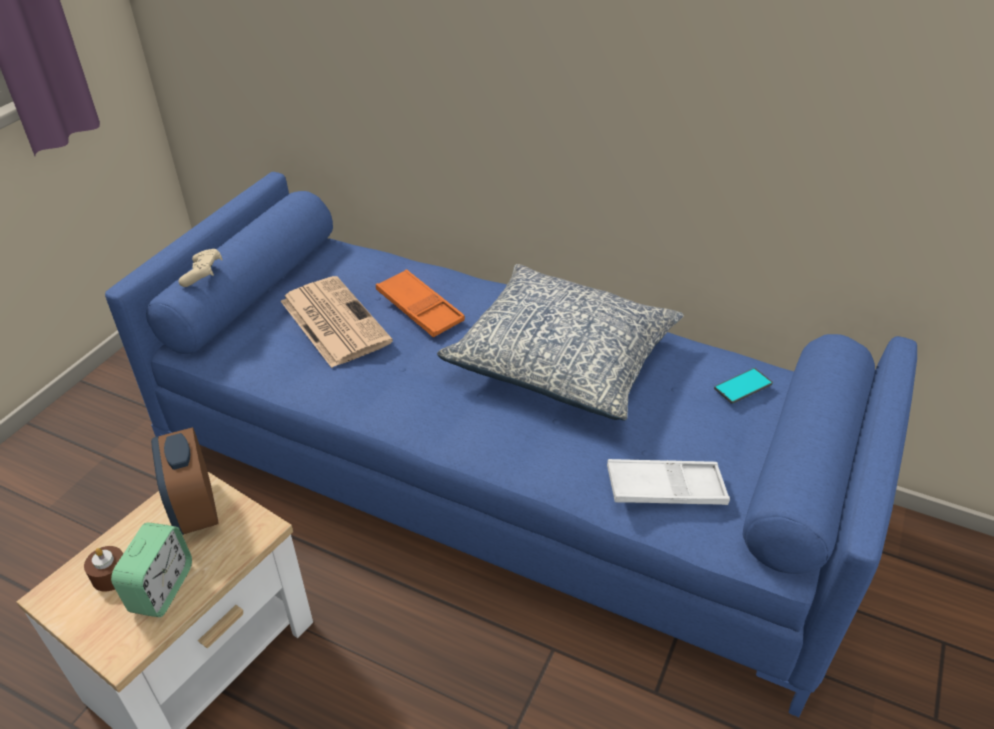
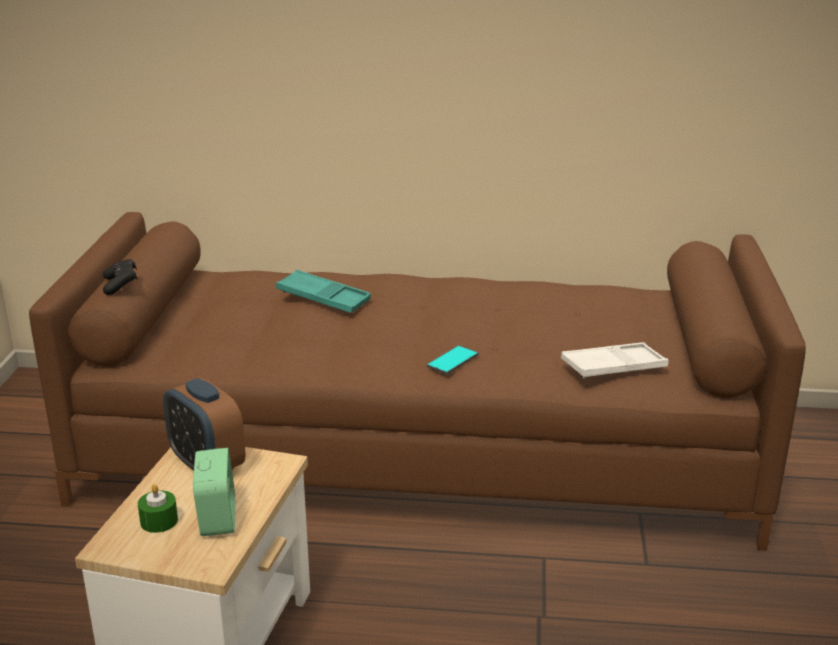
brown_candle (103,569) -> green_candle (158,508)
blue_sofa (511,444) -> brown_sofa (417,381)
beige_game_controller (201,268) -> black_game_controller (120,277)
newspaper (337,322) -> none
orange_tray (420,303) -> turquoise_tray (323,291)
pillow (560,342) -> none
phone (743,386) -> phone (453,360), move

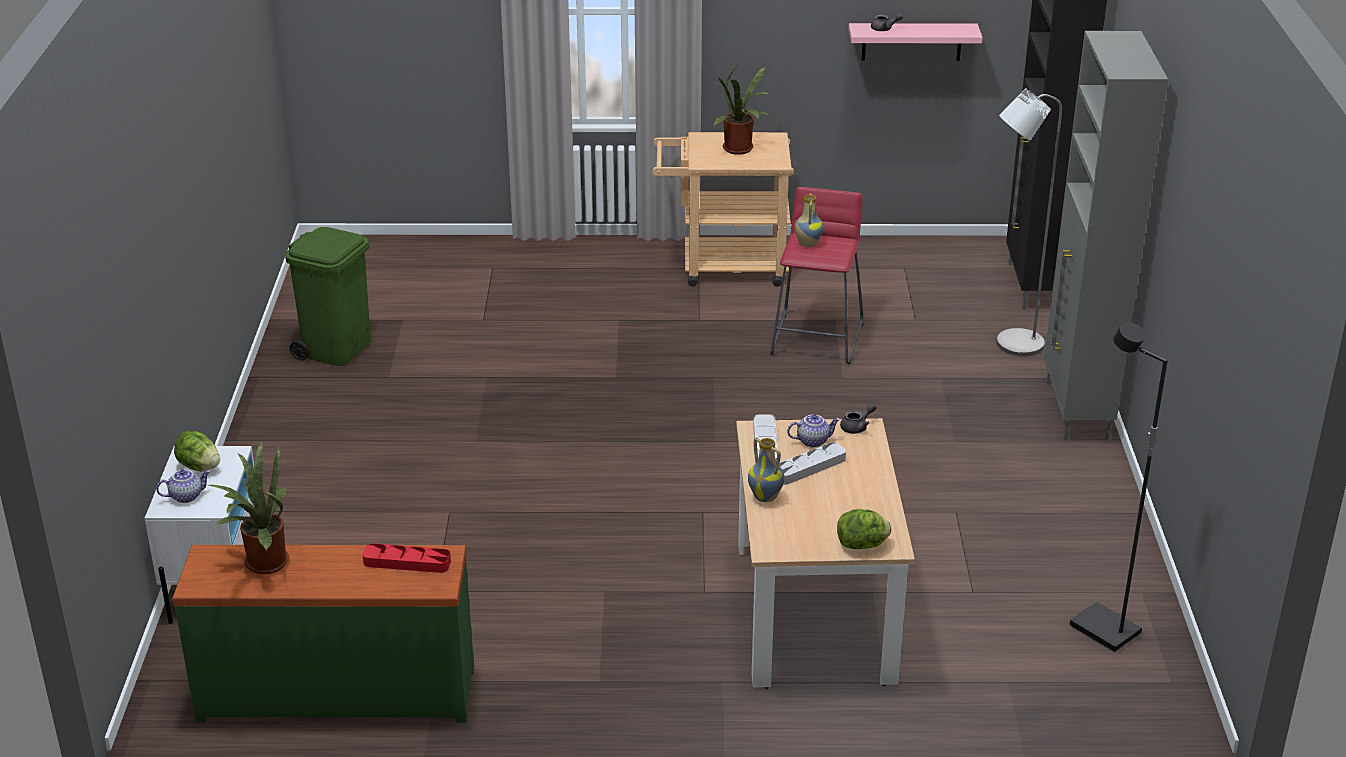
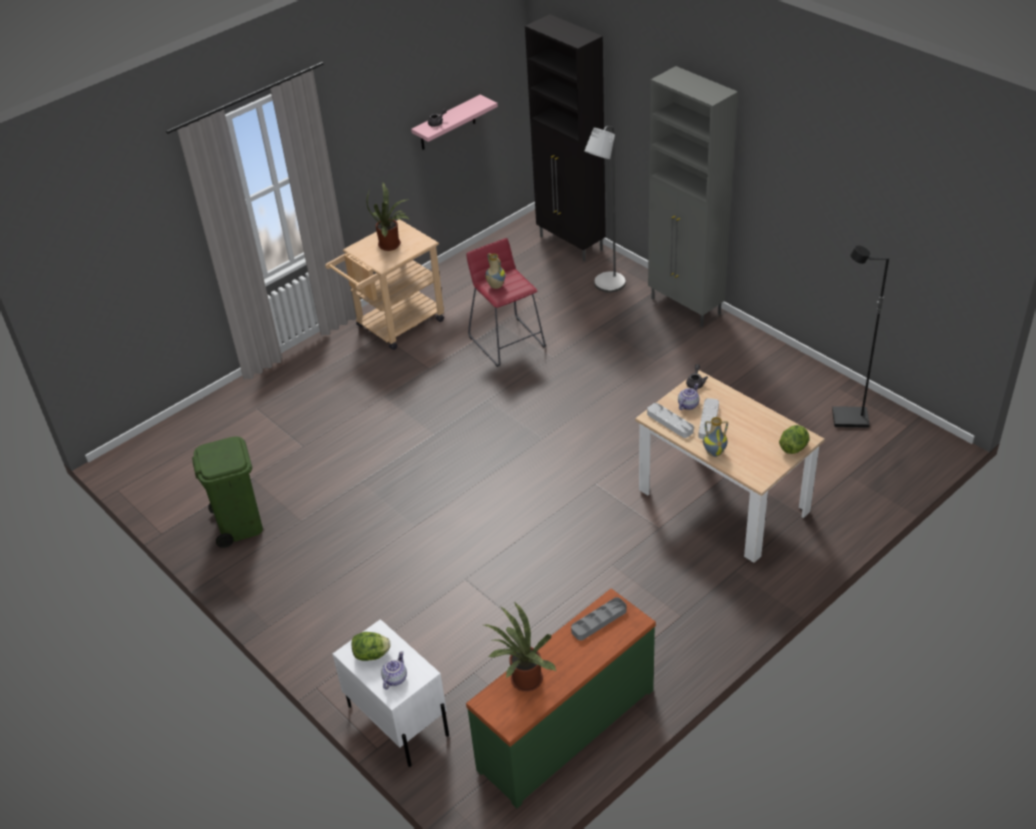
red_tray (406,558) -> grey_tray (598,618)

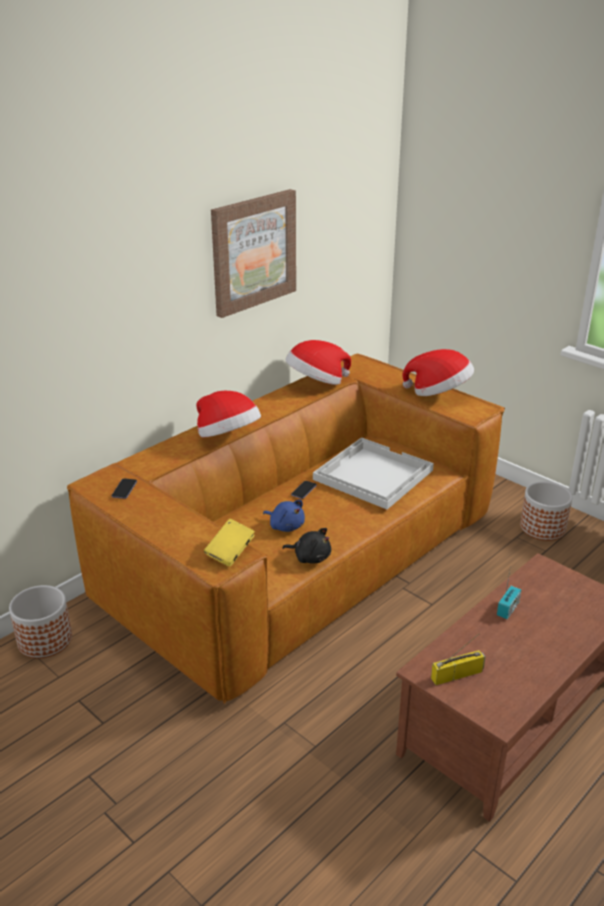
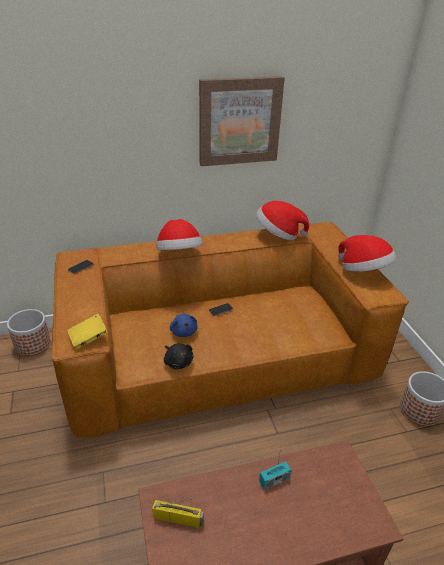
white_tray (373,473) -> none

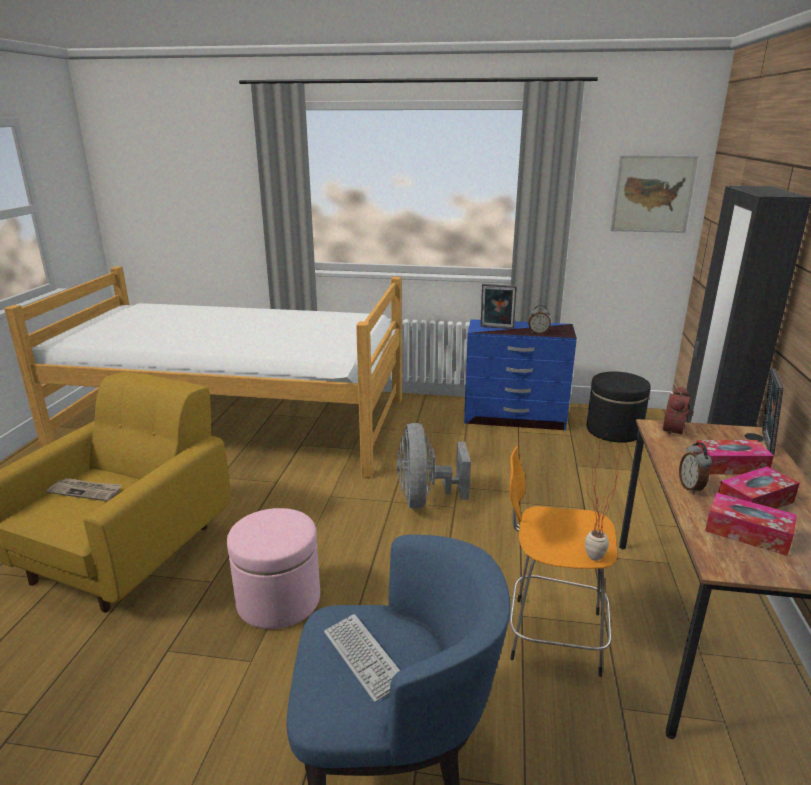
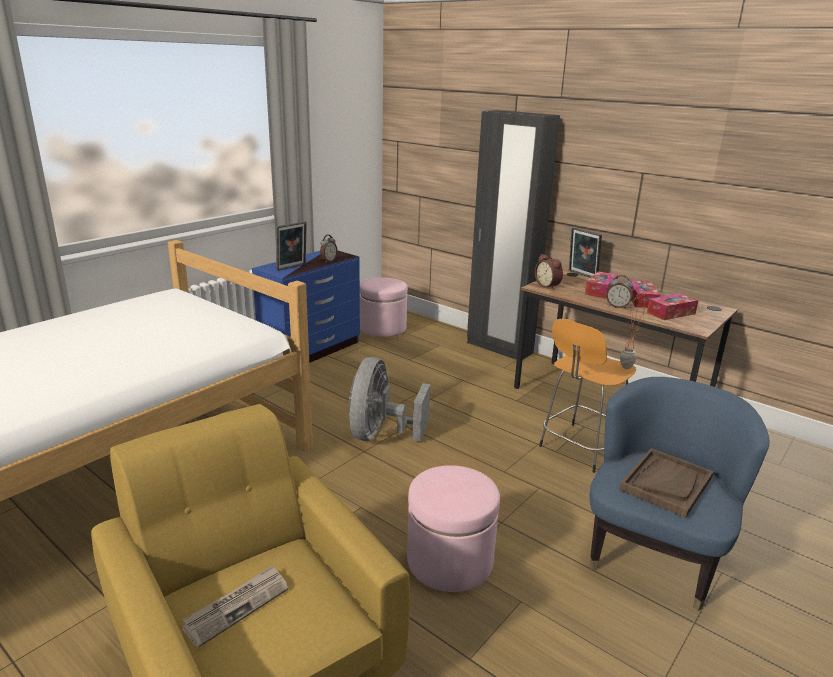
keyboard (362,658) -> brown_tray (666,483)
grey_fan (434,466) -> grey_fan (389,399), 75 degrees clockwise
black_ottoman (619,407) -> pink_ottoman (384,307)
picture (654,194) -> none

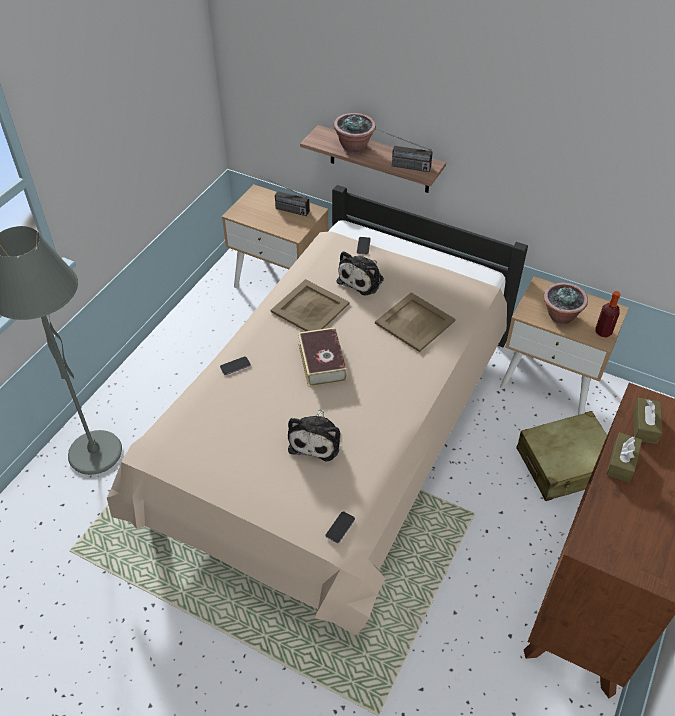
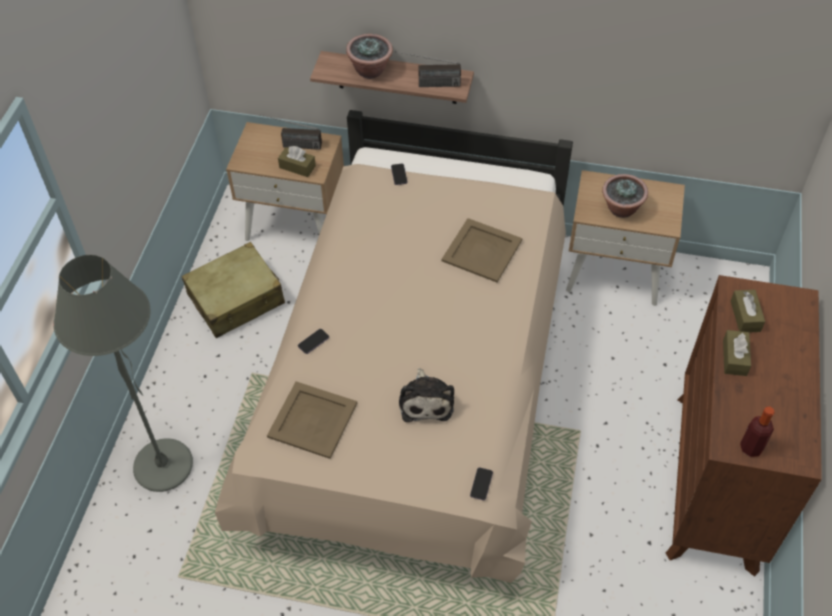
beige_tray (310,305) -> beige_tray (312,420), move
book (323,357) -> none
plush_toy (360,273) -> none
beige_suitcase (561,456) -> beige_suitcase (233,290), move
bottle (608,314) -> bottle (757,432), move
none -> brown_tissue_box (297,161)

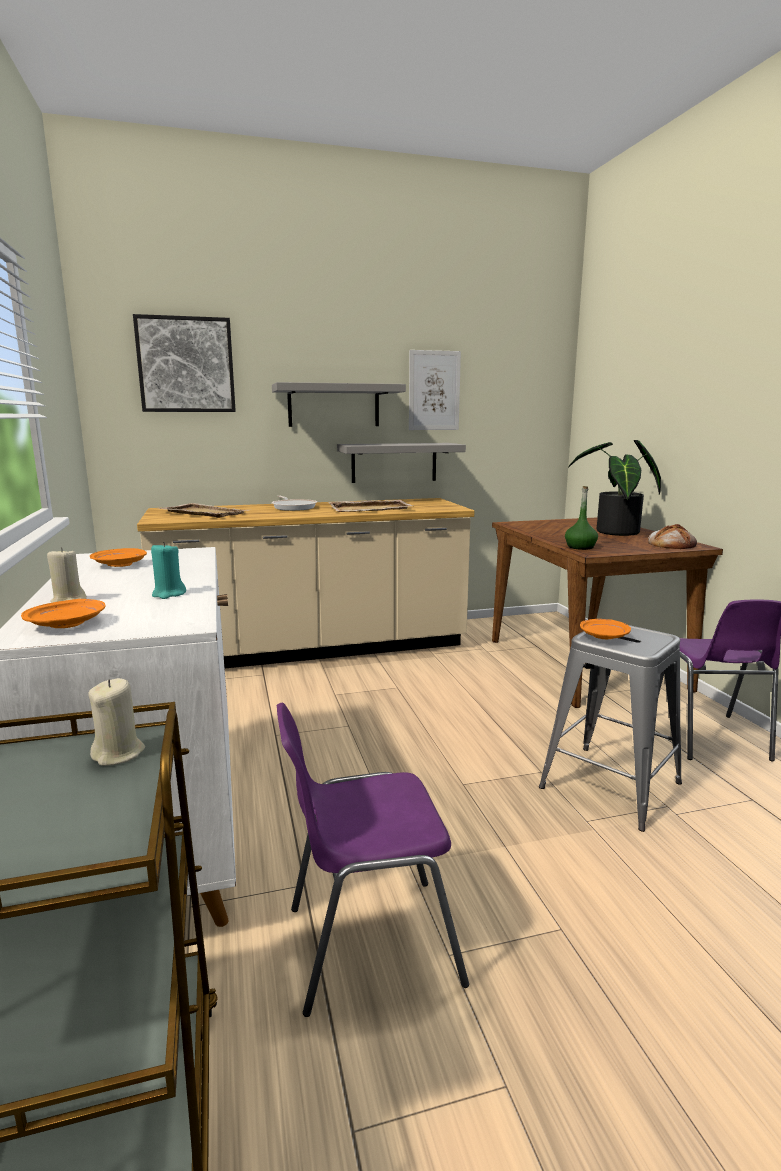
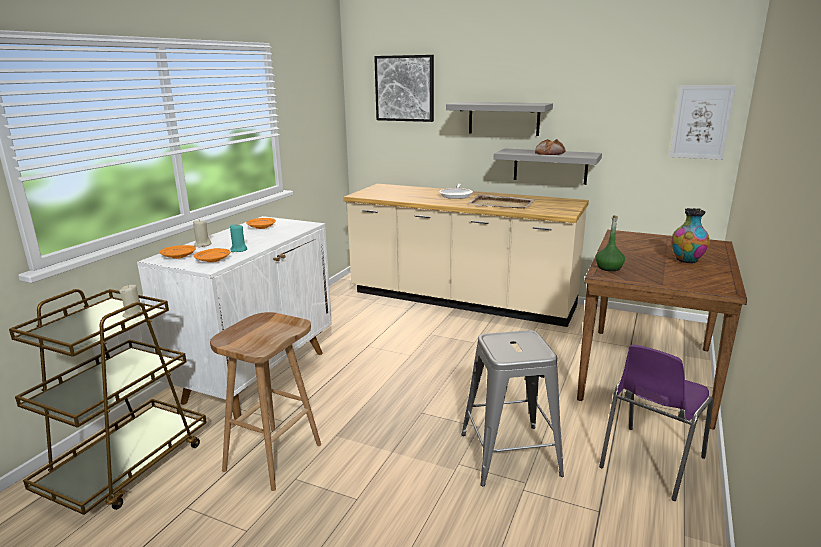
beige_tray (203,510) -> none
purple_chair (373,860) -> brown_stool (265,401)
picture (435,390) -> picture (703,122), move
potted_plant (614,488) -> vase (690,236)
orange_plate (605,629) -> orange_plate (212,255), move
bread (672,536) -> bread (550,147), move

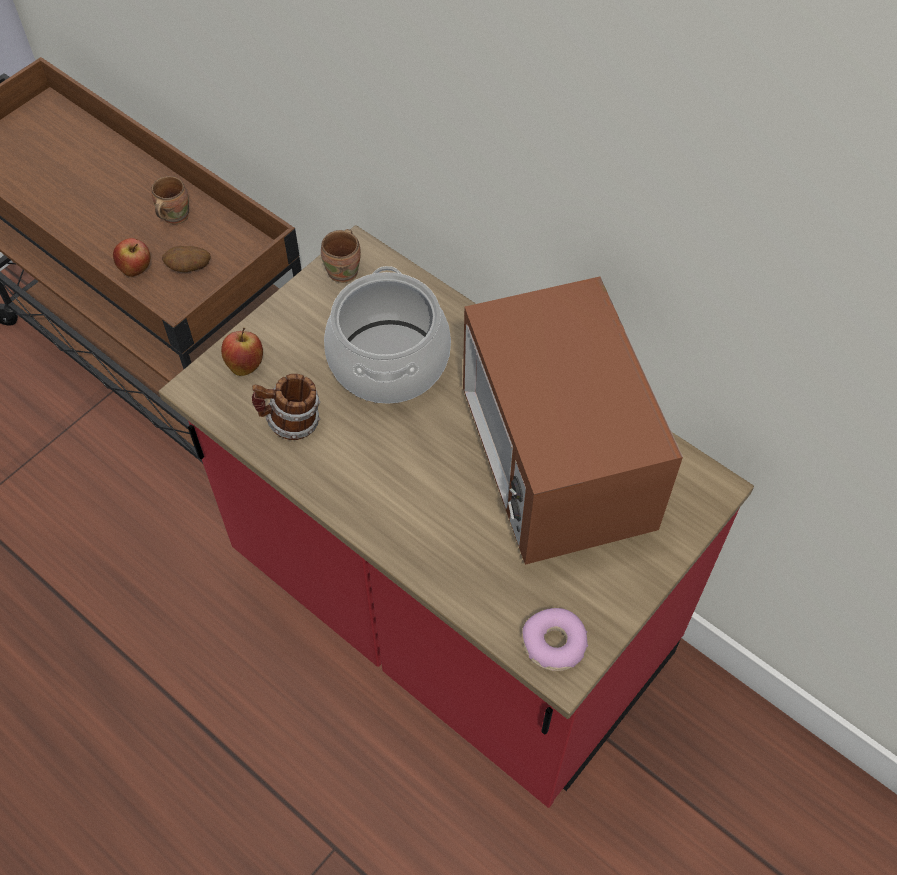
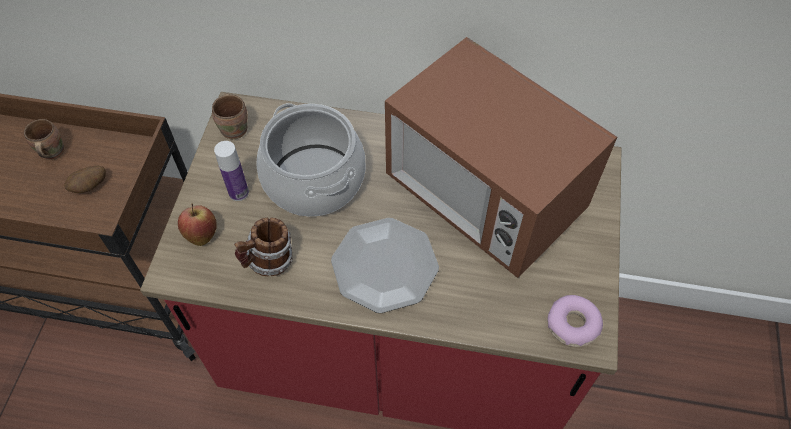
apple (131,257) -> none
none -> bottle (231,171)
none -> plate (385,265)

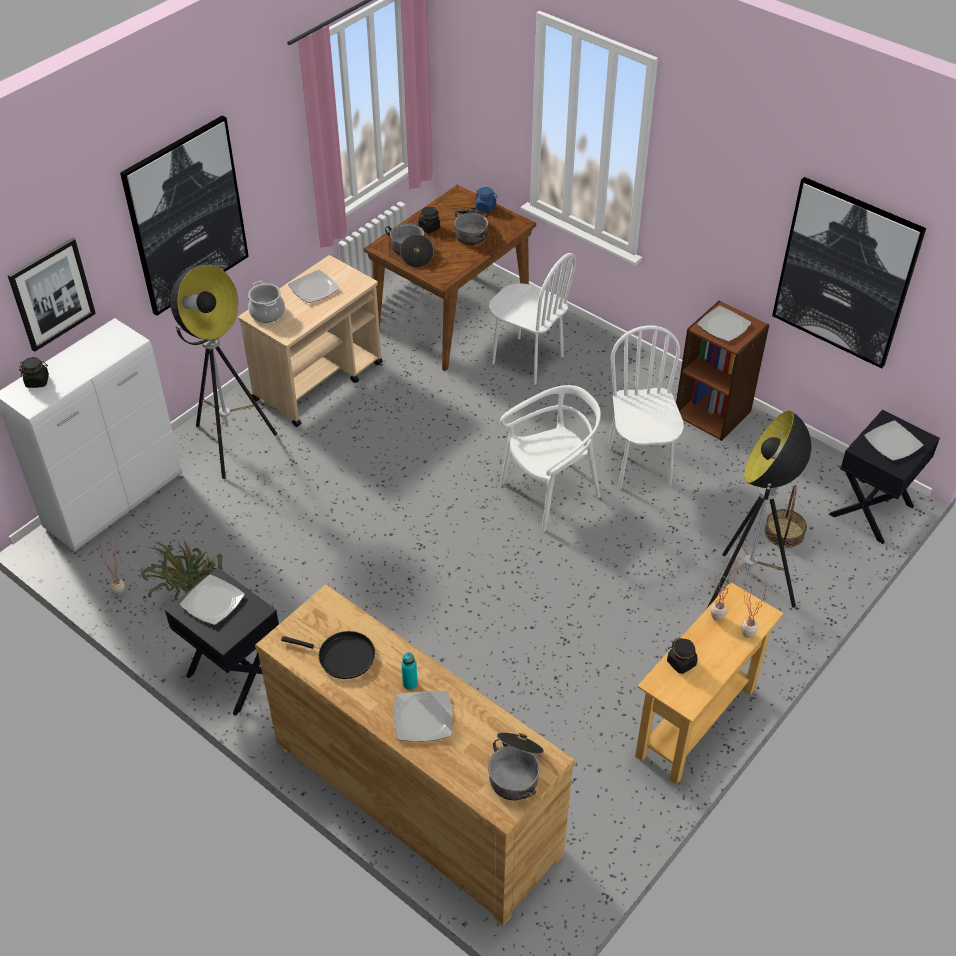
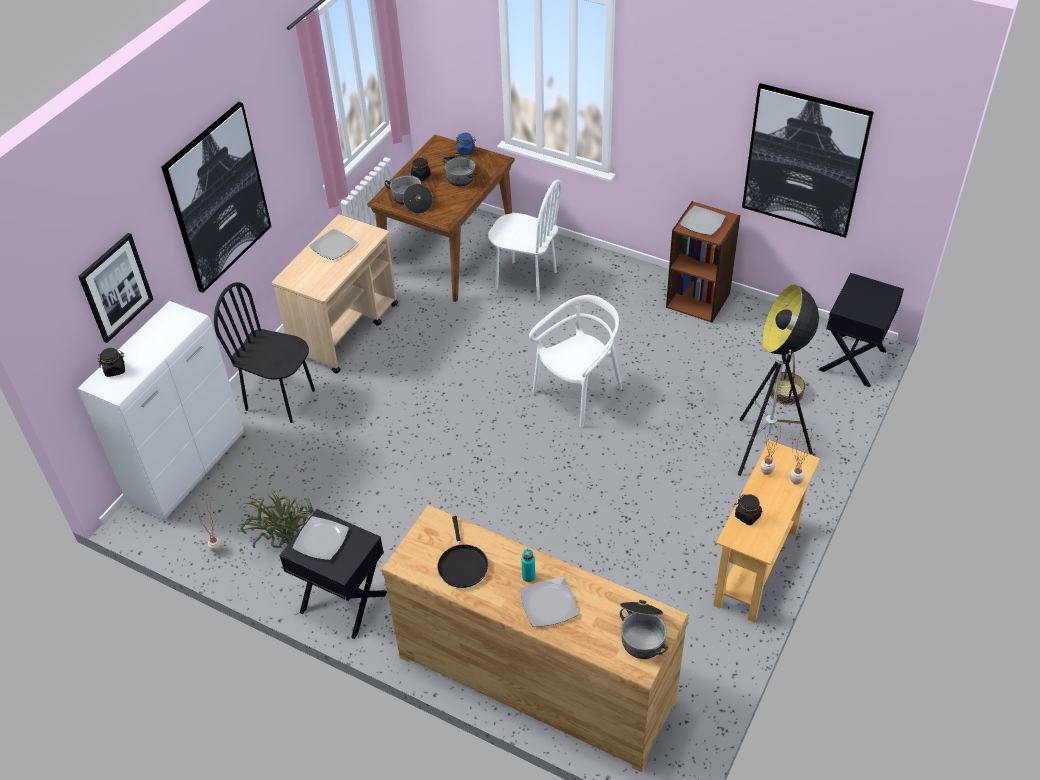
floor_lamp (223,371) -> black_chair (264,352)
cooking_pot (266,302) -> none
black_frying_pan (328,655) -> black_frying_pan (462,552), 75 degrees clockwise
white_chair (646,407) -> none
plate (893,440) -> none

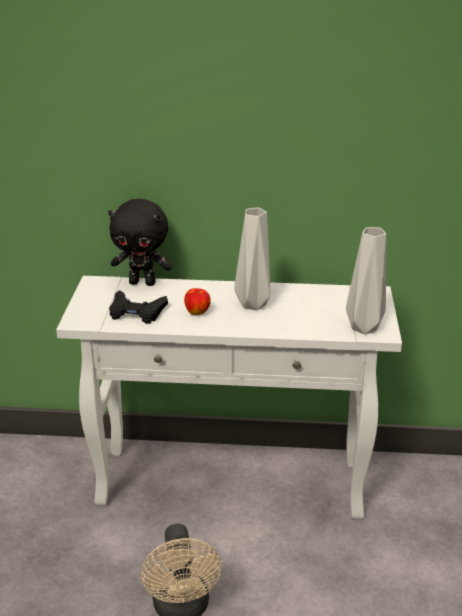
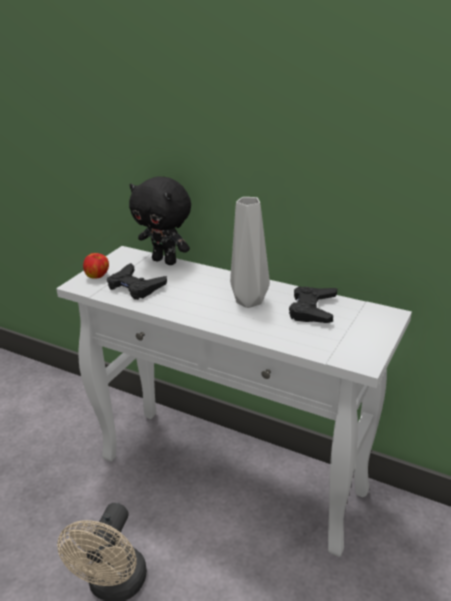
apple (197,301) -> apple (96,265), move
grey_vase (366,280) -> none
none -> black_game_controller (313,304)

